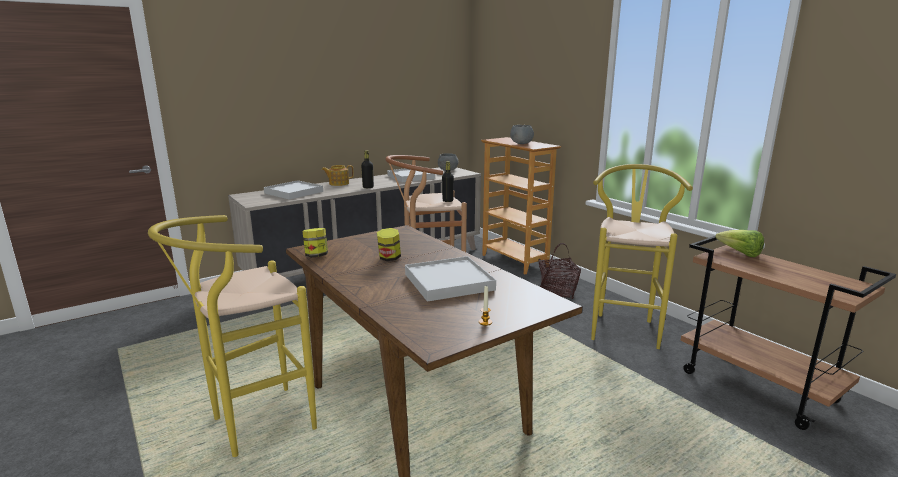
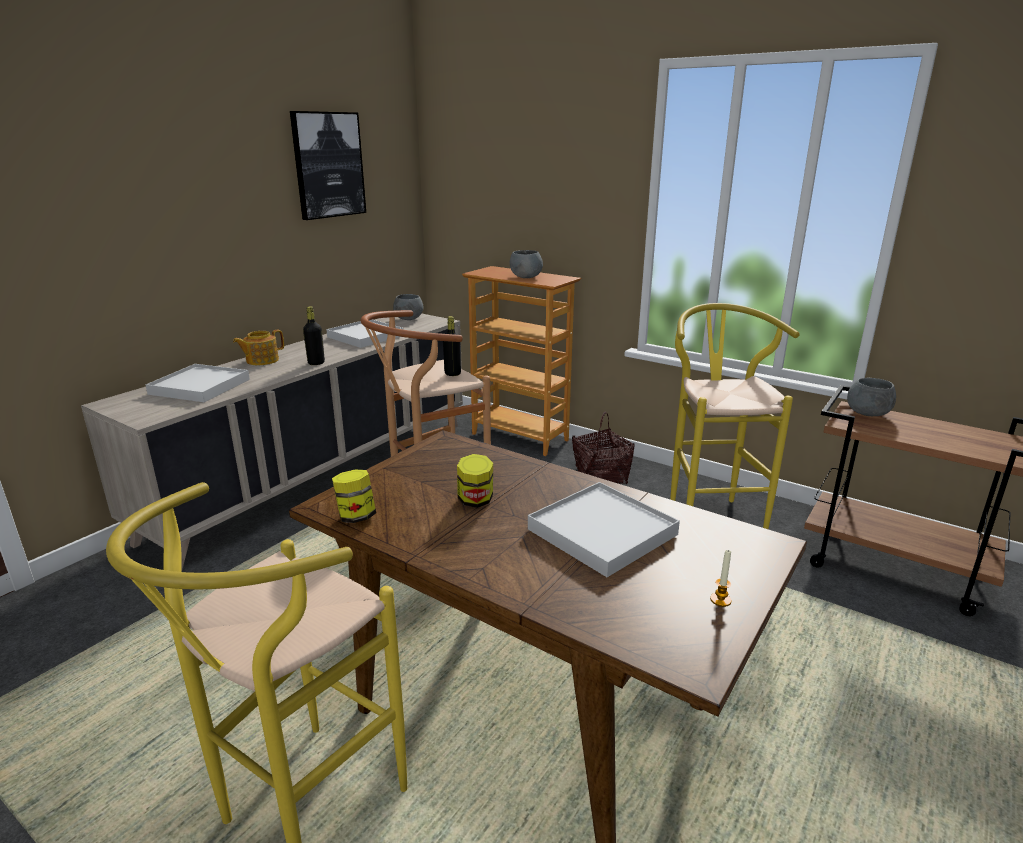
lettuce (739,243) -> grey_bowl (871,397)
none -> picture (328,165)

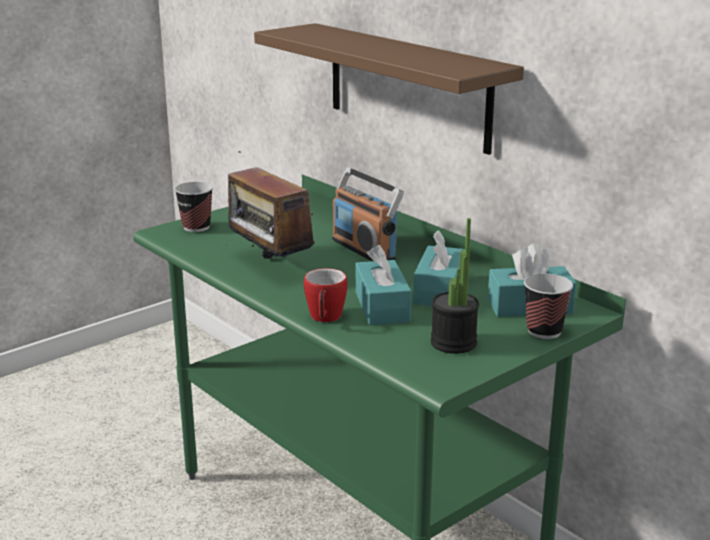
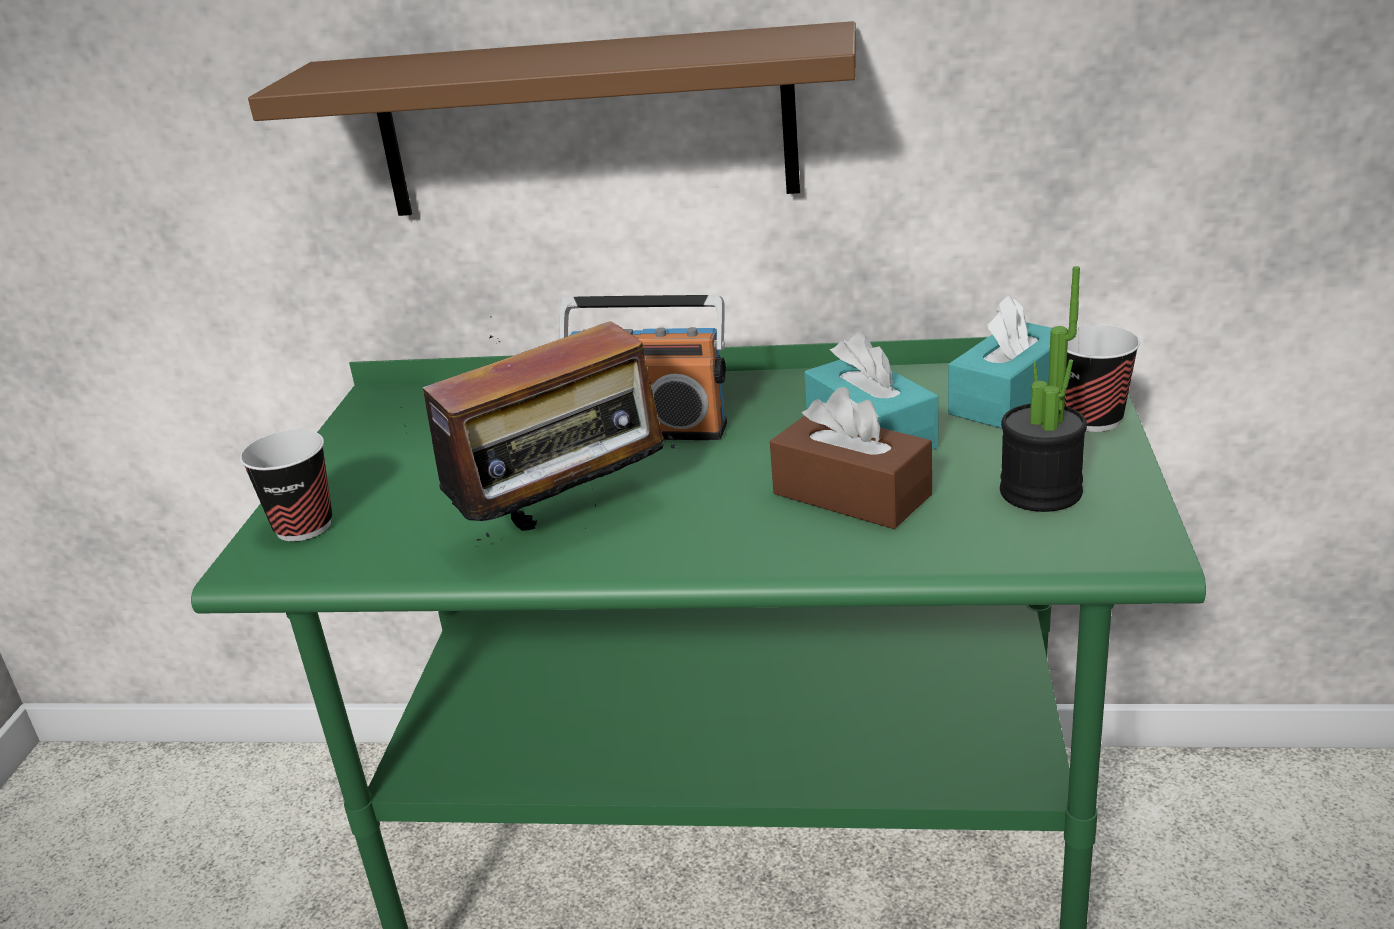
radio (270,205) -> radio (539,432), 45 degrees counterclockwise
mug (325,295) -> none
turquoise_tissue_box (383,285) -> brown_tissue_box (851,458)

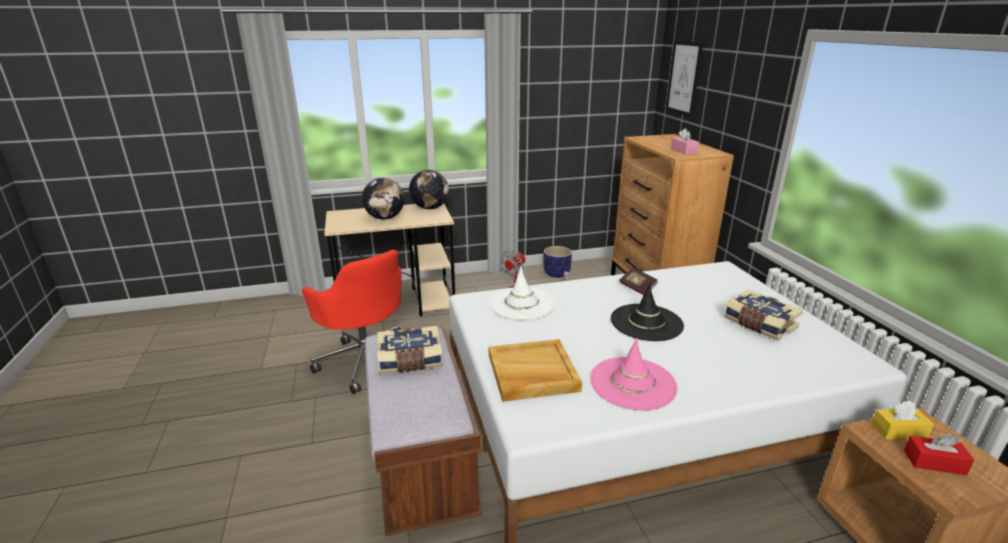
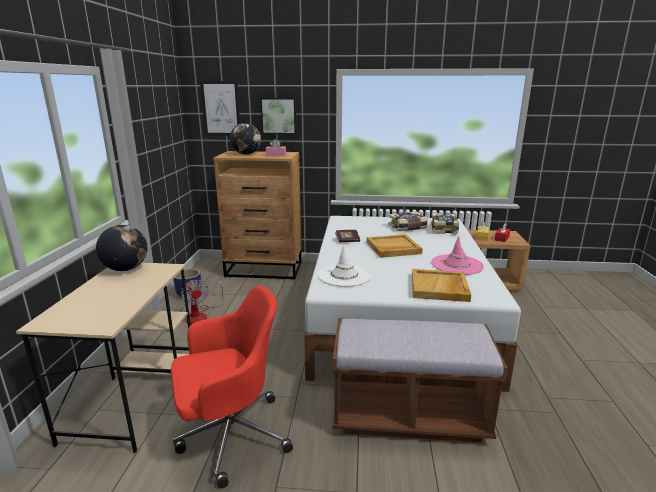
globe (383,198) -> globe (245,138), move
book (410,350) -> book (445,224), move
black_hat (647,312) -> beige_tray (395,246)
none -> picture (278,116)

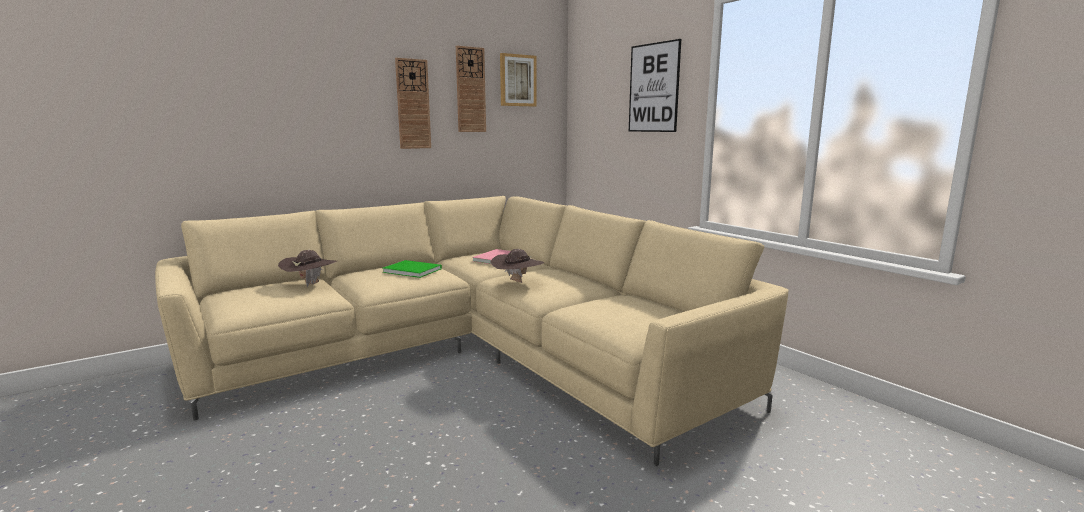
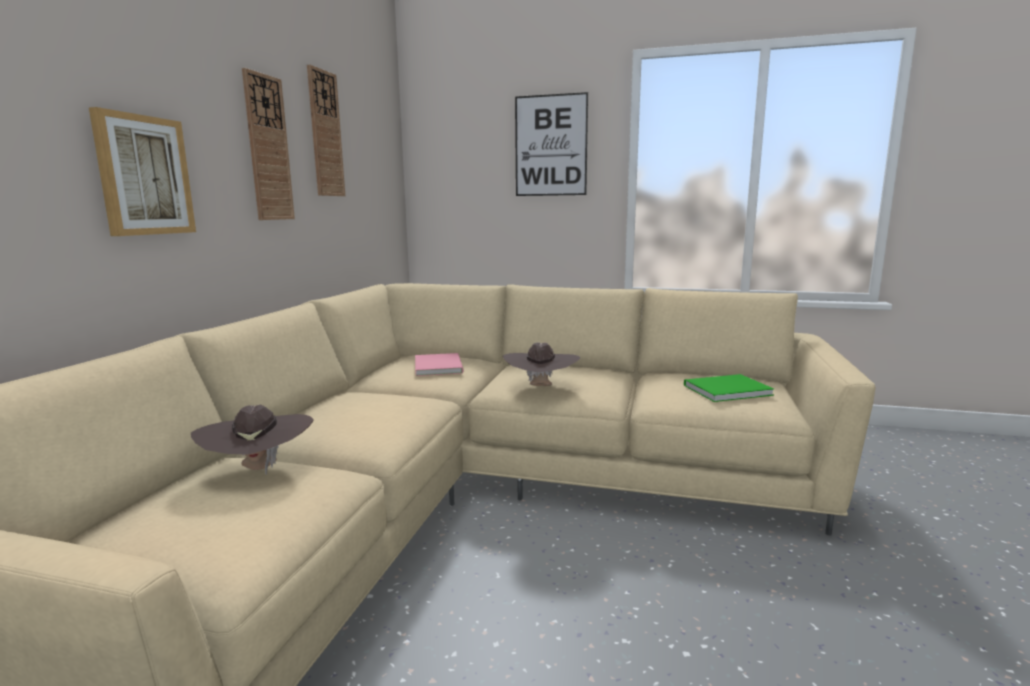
green_book (412,269) -> green_book (729,388), move
picture (518,79) -> picture (142,171), move

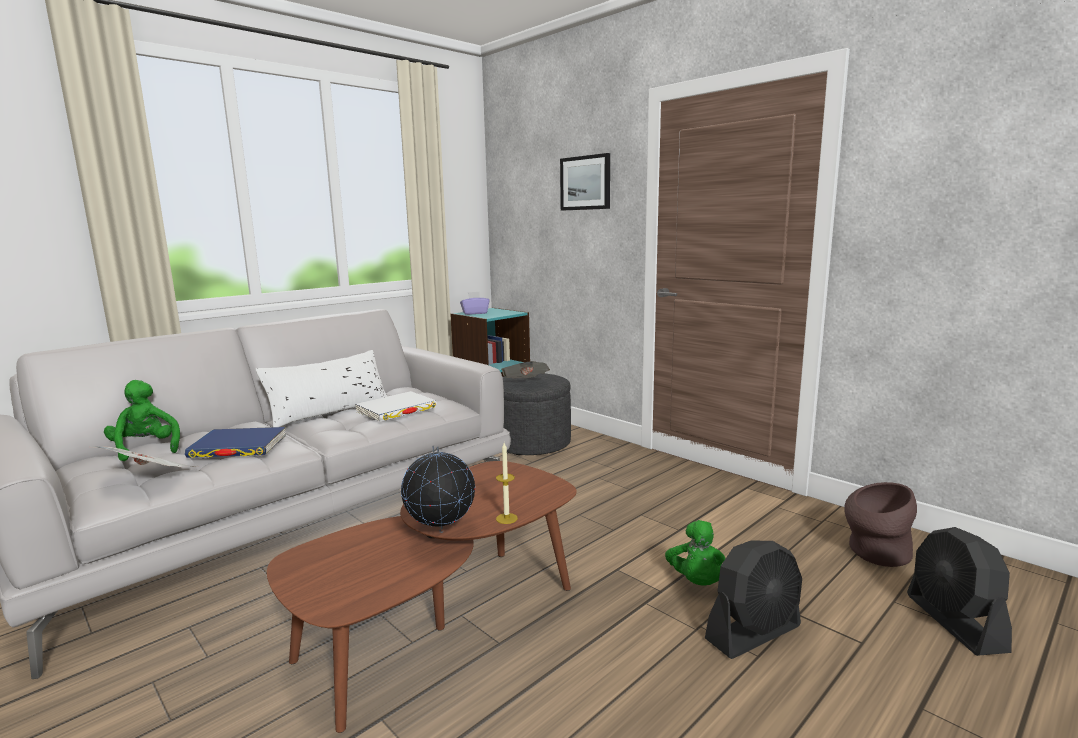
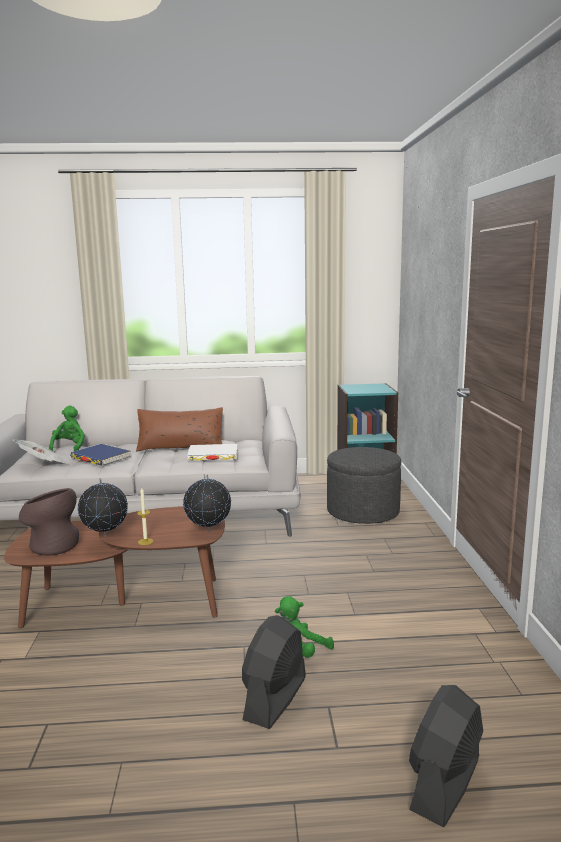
white_pillow (321,388) -> brown_pillow (179,429)
purple_tissue_box (475,303) -> none
newspaper (525,369) -> none
picture (585,182) -> none
black_fan (753,600) -> black_fan (274,672), 105 degrees clockwise
brown_vase (880,524) -> brown_vase (49,522), move
none -> globe (207,503)

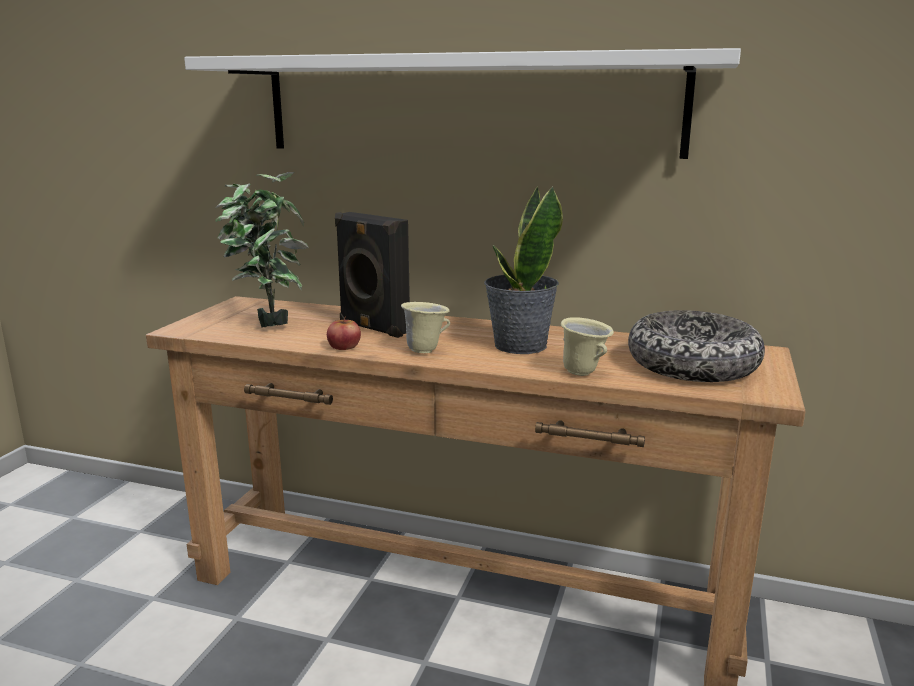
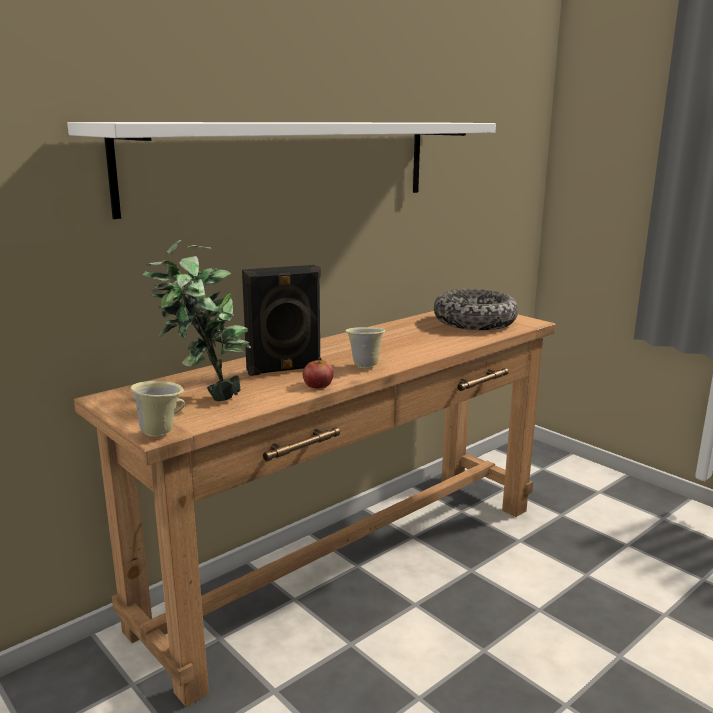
potted_plant (523,270) -> none
beige_mug (587,346) -> beige_mug (157,409), move

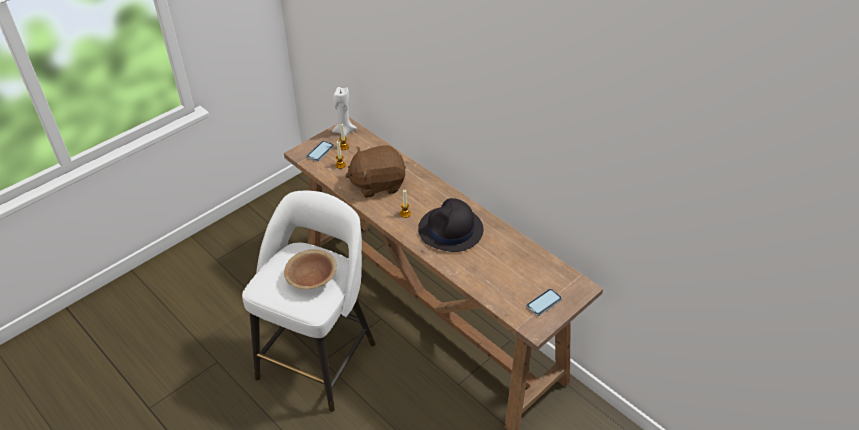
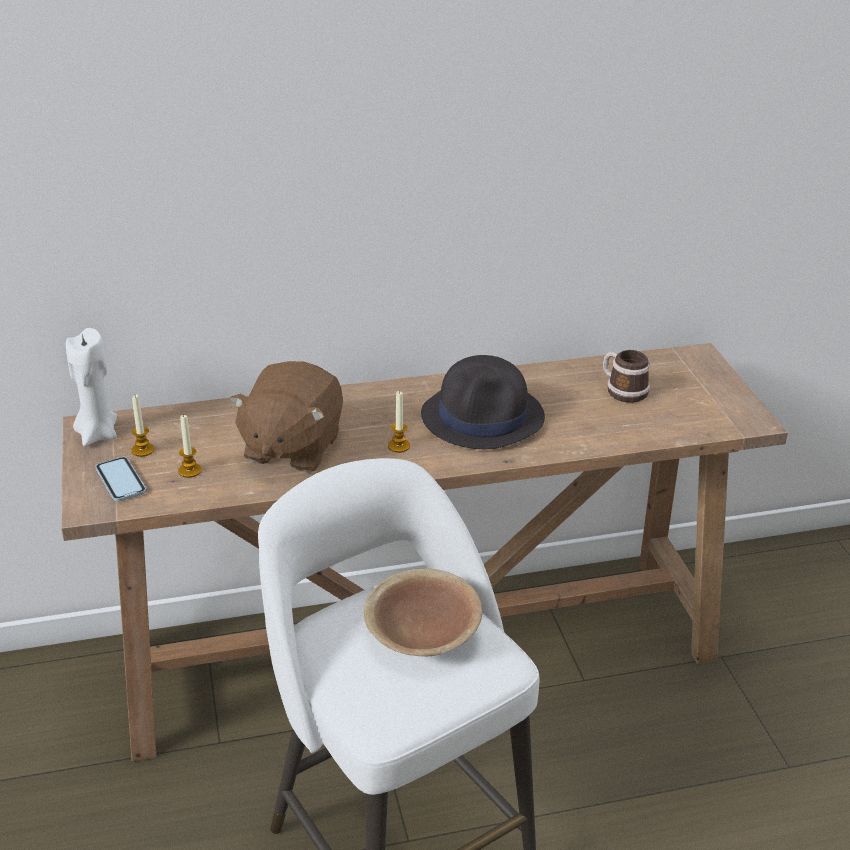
phone (544,302) -> none
none -> mug (626,376)

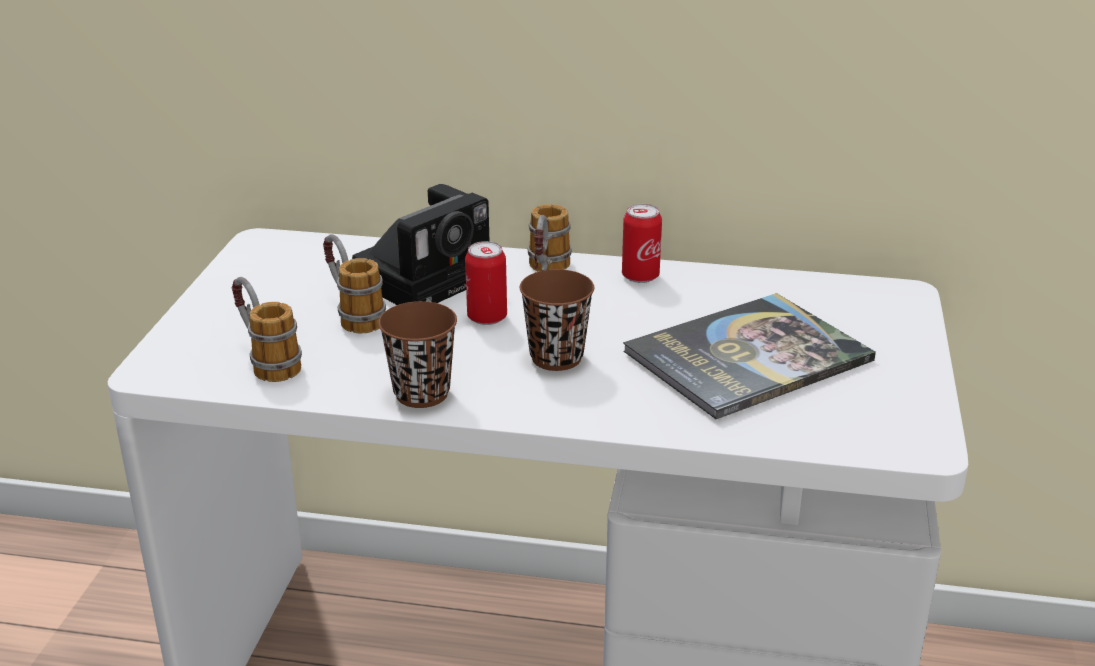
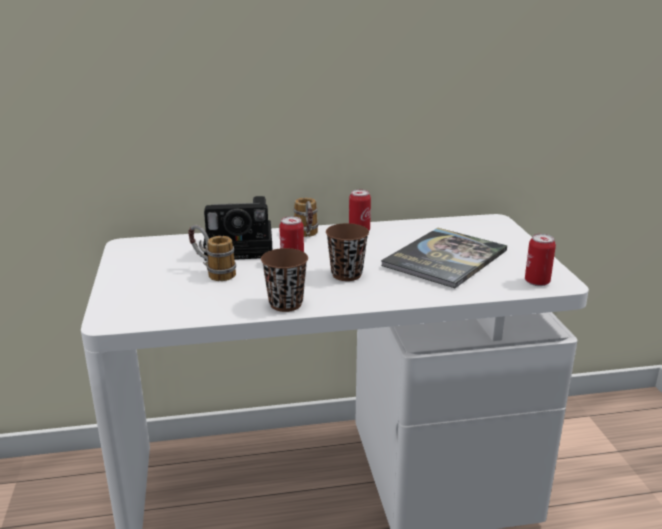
mug (267,329) -> none
photo_camera (420,244) -> photo_camera (237,228), 60 degrees clockwise
none -> can (540,260)

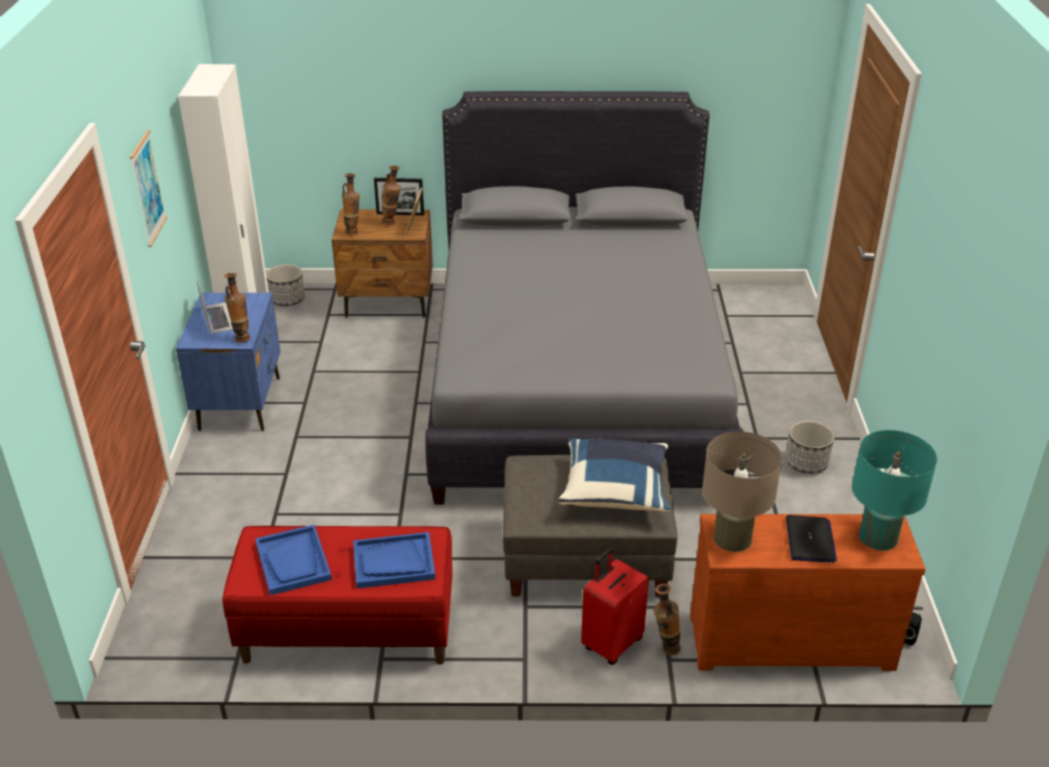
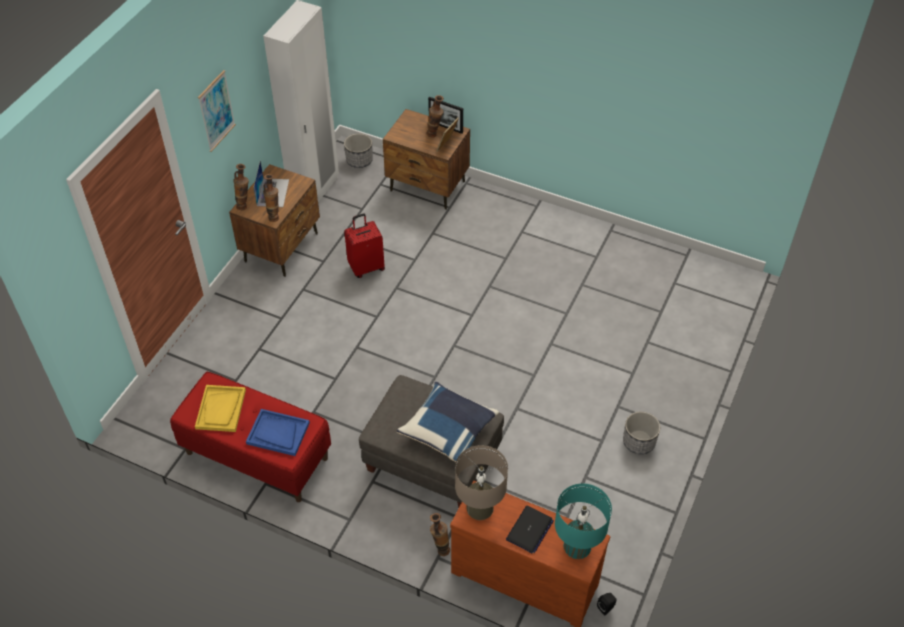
blue_nightstand (228,362) -> brown_nightstand (274,220)
blue_tray (293,560) -> yellow_tray (220,408)
vase (351,204) -> vase (241,187), move
grey_bed (584,298) -> none
red_suitcase (615,606) -> red_suitcase (364,246), move

